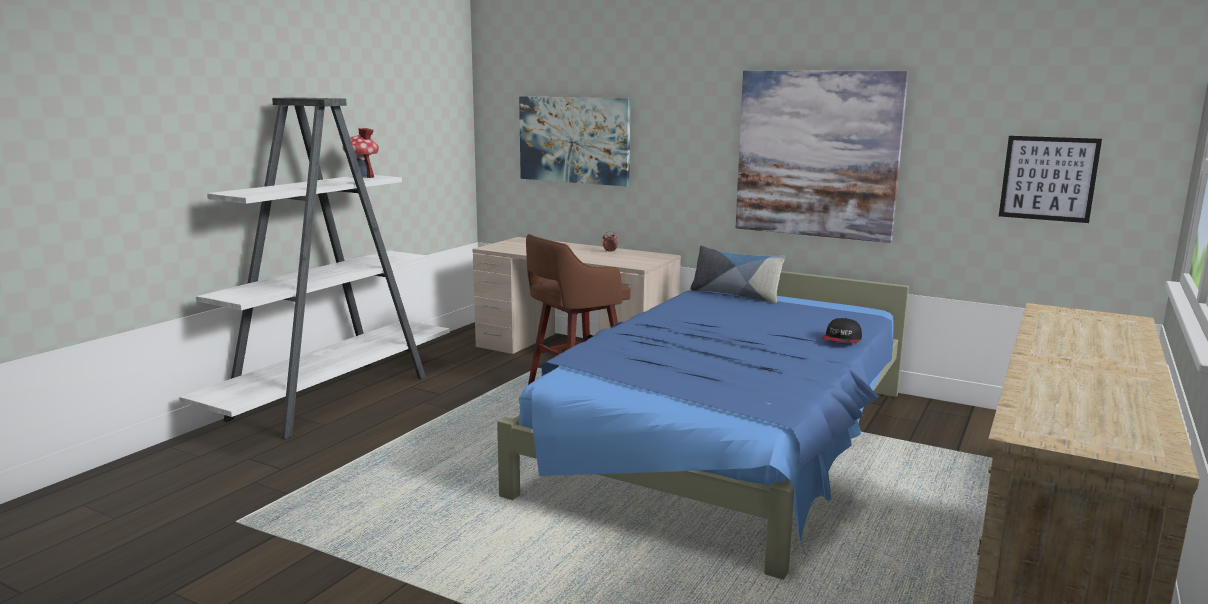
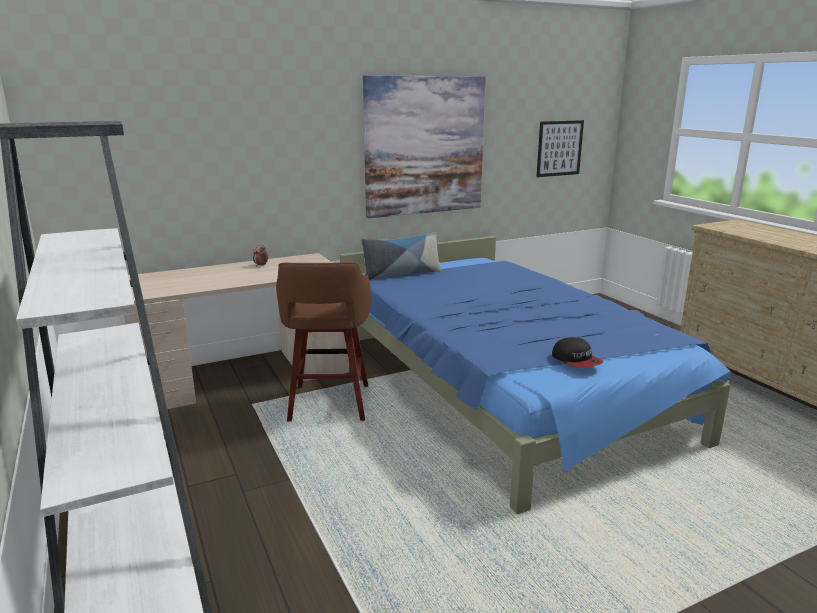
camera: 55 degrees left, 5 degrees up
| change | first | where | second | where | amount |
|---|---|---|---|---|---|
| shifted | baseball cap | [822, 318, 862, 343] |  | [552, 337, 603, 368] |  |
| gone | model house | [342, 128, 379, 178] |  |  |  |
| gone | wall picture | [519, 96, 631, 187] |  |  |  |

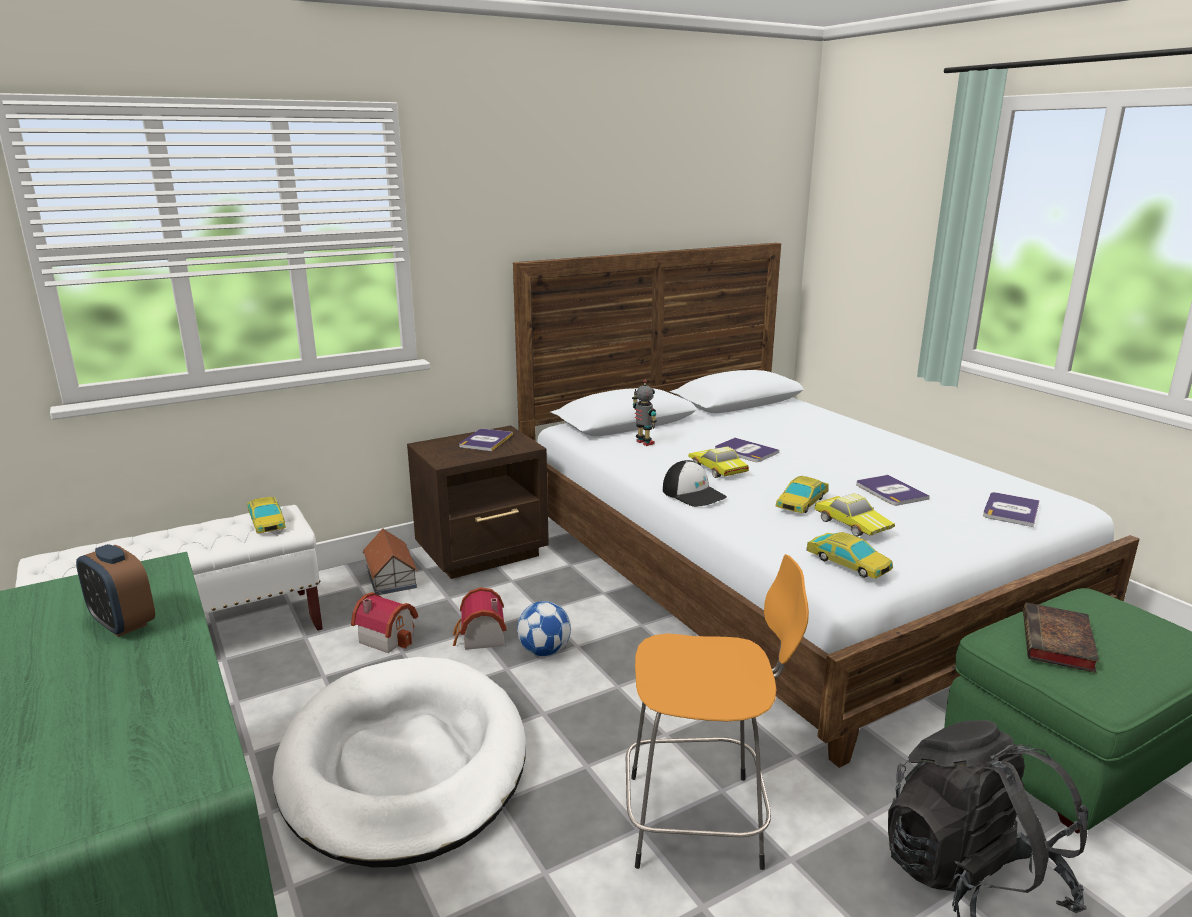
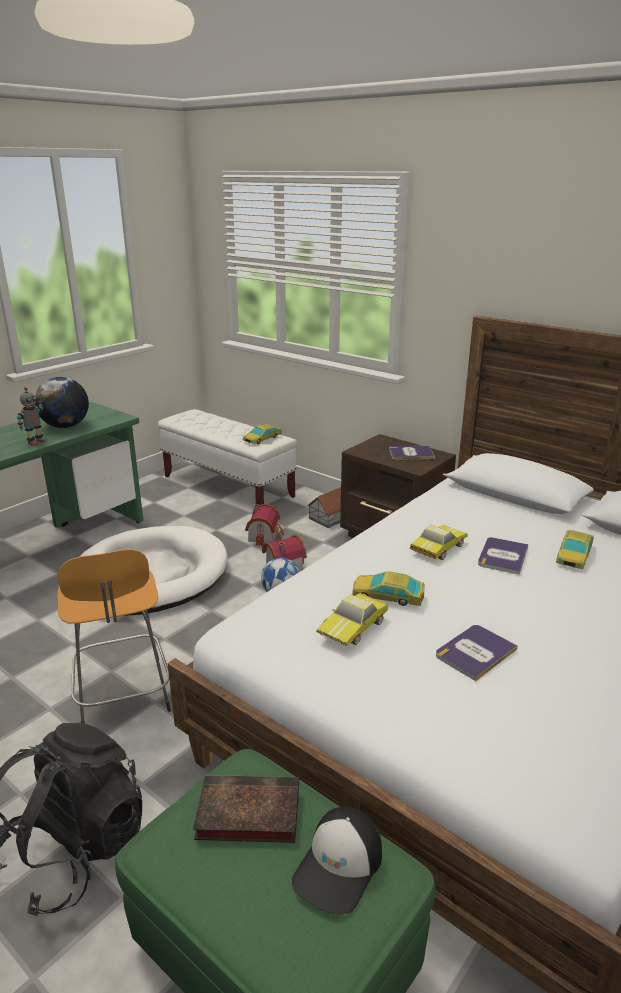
camera: 70 degrees right, 5 degrees up
| change | first | where | second | where | amount |
|---|---|---|---|---|---|
| shifted | model robot | [632, 379, 657, 446] |  | [17, 387, 46, 446] |  |
| swapped | table clock | [76, 544, 155, 637] | globe | [35, 377, 89, 428] |  |
| shifted | baseball cap | [663, 460, 727, 507] |  | [292, 807, 382, 915] |  |
| shifted | toy car | [806, 532, 893, 579] |  | [556, 530, 594, 569] |  |
| gone | bound book | [983, 492, 1040, 527] |  |  |  |

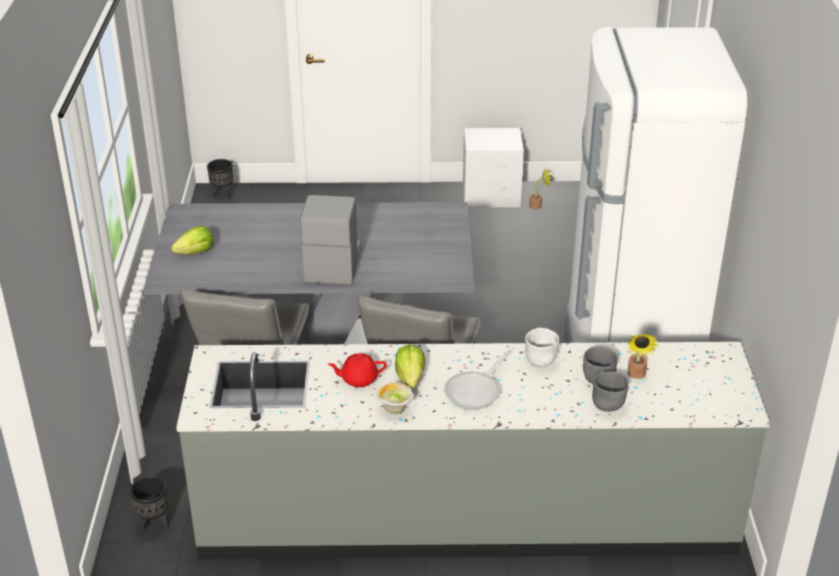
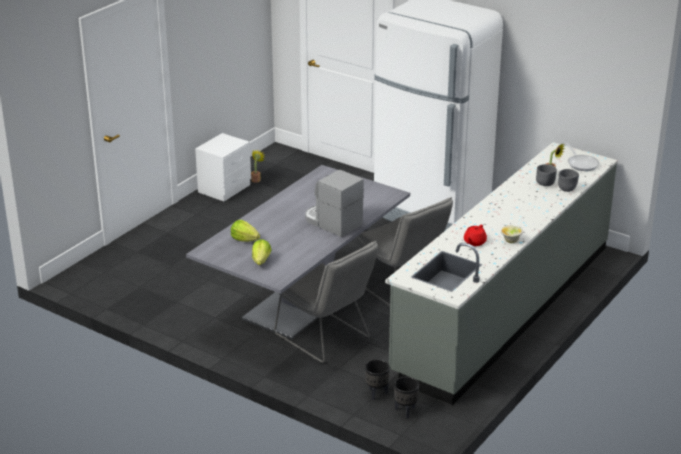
camera: 55 degrees left, 5 degrees down
| change | first | where | second | where | amount |
|---|---|---|---|---|---|
| shifted | head of lettuce | [395, 344, 426, 389] |  | [231, 220, 260, 242] |  |
| shifted | black plant pot | [207, 159, 233, 200] |  | [365, 359, 390, 400] |  |
| shifted | pan | [444, 351, 510, 410] |  | [566, 143, 599, 171] |  |
| gone | white-coloured deep dish | [525, 328, 559, 367] |  |  |  |

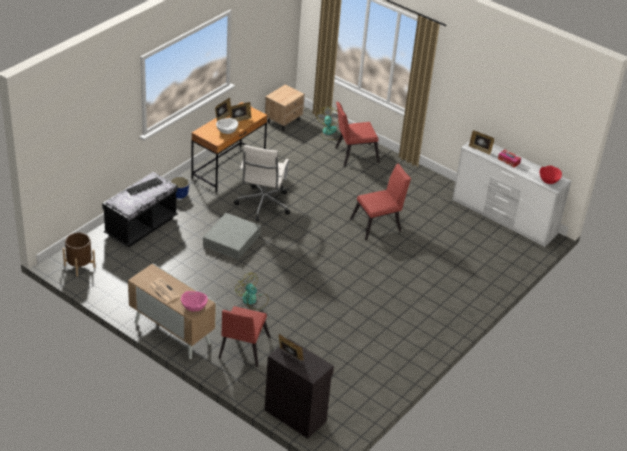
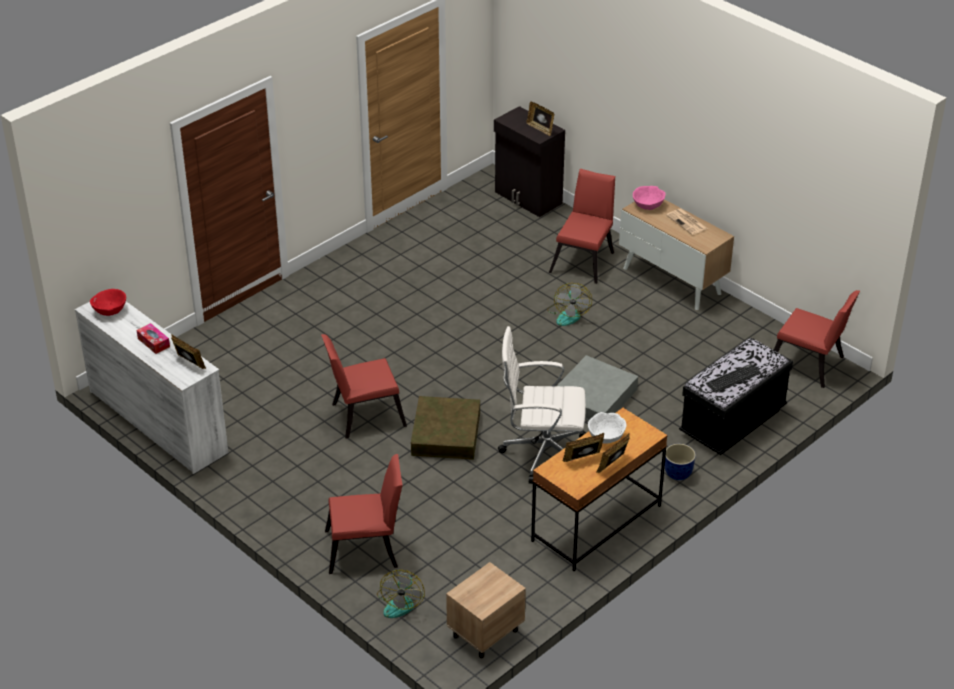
camera: 170 degrees left, 0 degrees up
| change | first | where | second | where | amount |
|---|---|---|---|---|---|
| new |  |  | brownish storage box | [411, 396, 480, 460] |  |
| rotated | white-coloured computer chair | [234, 145, 290, 221] |  | [498, 326, 587, 484] | 105 degrees counterclockwise |
| rotated | fan | [235, 273, 269, 310] |  | [547, 283, 592, 326] | 45 degrees clockwise |
| swapped | brownish plant pot | [62, 233, 95, 277] | reddish upright chair | [774, 290, 860, 388] |  |

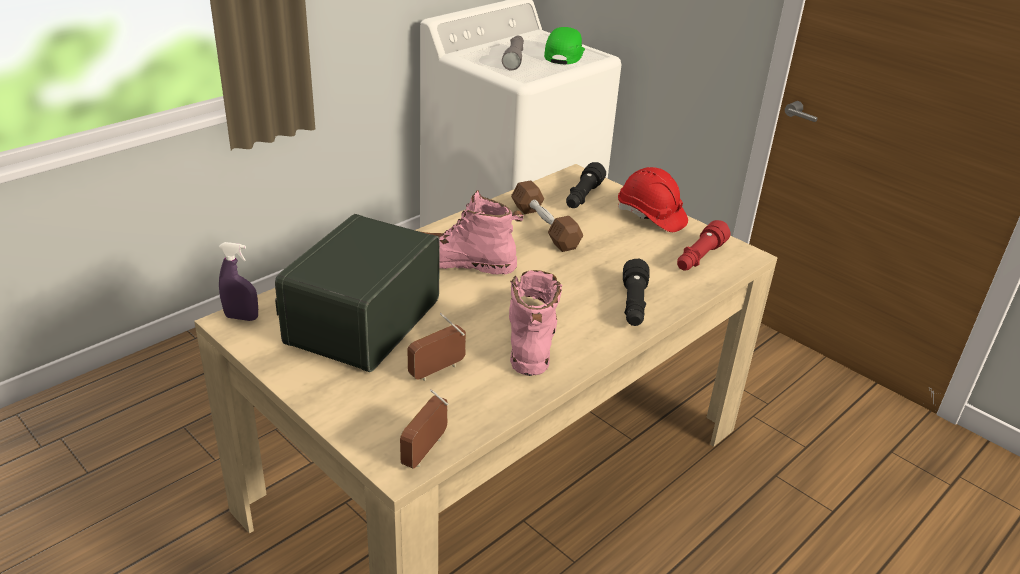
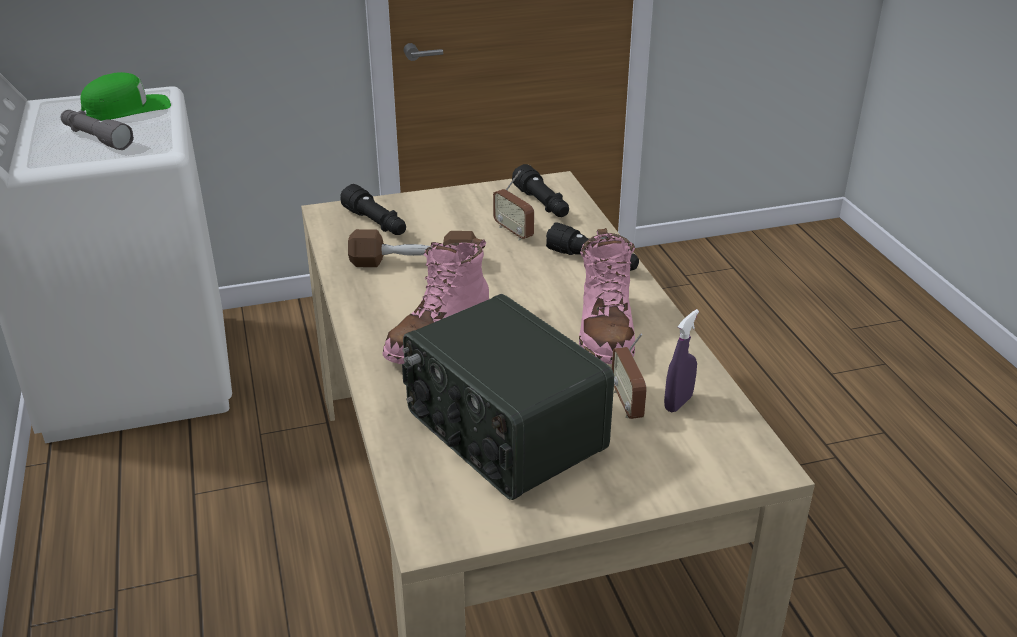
camera: 60 degrees left, 0 degrees up
| change | first | where | second | where | amount |
|---|---|---|---|---|---|
| rotated | greenish baseball cap | [544, 27, 585, 64] |  | [80, 72, 171, 121] | 105 degrees clockwise |
| shifted | radio receiver | [400, 389, 449, 469] |  | [493, 171, 534, 241] |  |
| repainted | reddish flashlight | [677, 220, 731, 270] | black flashlight | [512, 164, 569, 217] |  |
| rotated | pinkish tall boot | [509, 270, 563, 376] |  | [579, 228, 635, 364] | 120 degrees counterclockwise |
| shifted | purplish spray bottle | [219, 242, 258, 321] |  | [664, 309, 699, 412] |  |
| gone | reddish work helmet | [618, 167, 688, 232] |  |  |  |

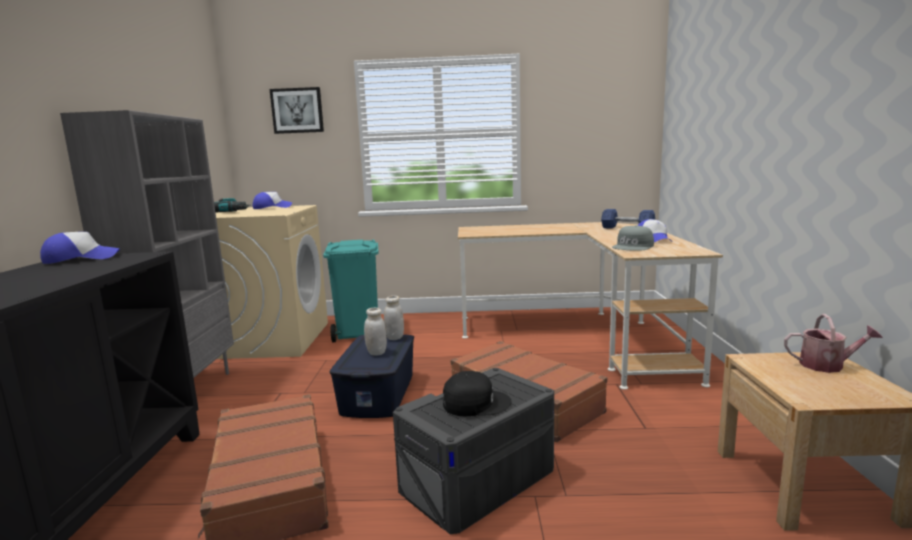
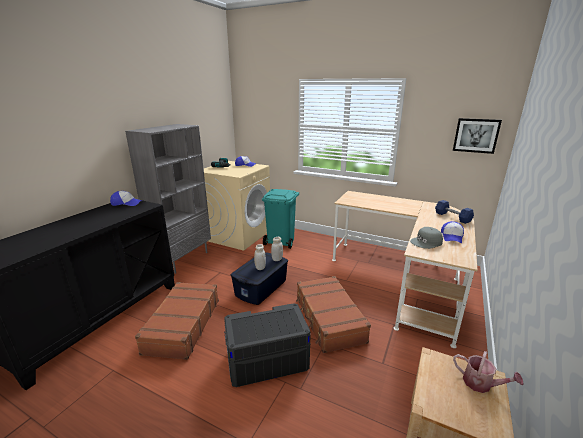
camera: 25 degrees right, 10 degrees up
| change | first | where | second | where | amount |
|---|---|---|---|---|---|
| shifted | wall picture | [270, 87, 324, 134] |  | [453, 118, 502, 154] |  |
| gone | black baseball cap | [443, 371, 512, 417] |  |  |  |

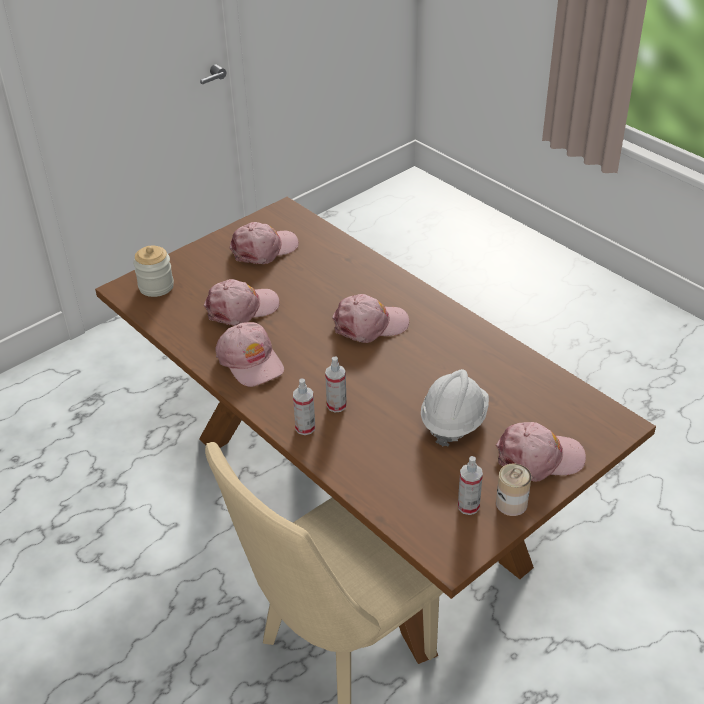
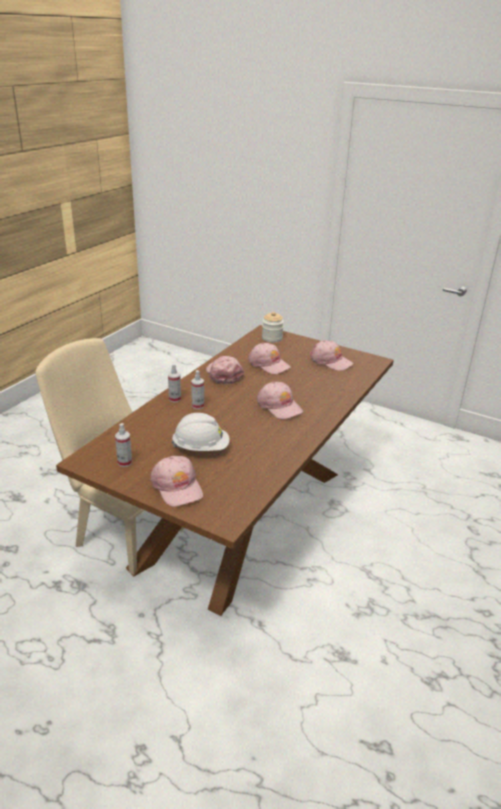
camera: 70 degrees right, 10 degrees down
| change | first | where | second | where | amount |
|---|---|---|---|---|---|
| rotated | pinkish baseball cap | [215, 322, 284, 387] |  | [206, 356, 244, 384] | 120 degrees clockwise |
| gone | can | [496, 463, 531, 516] |  |  |  |

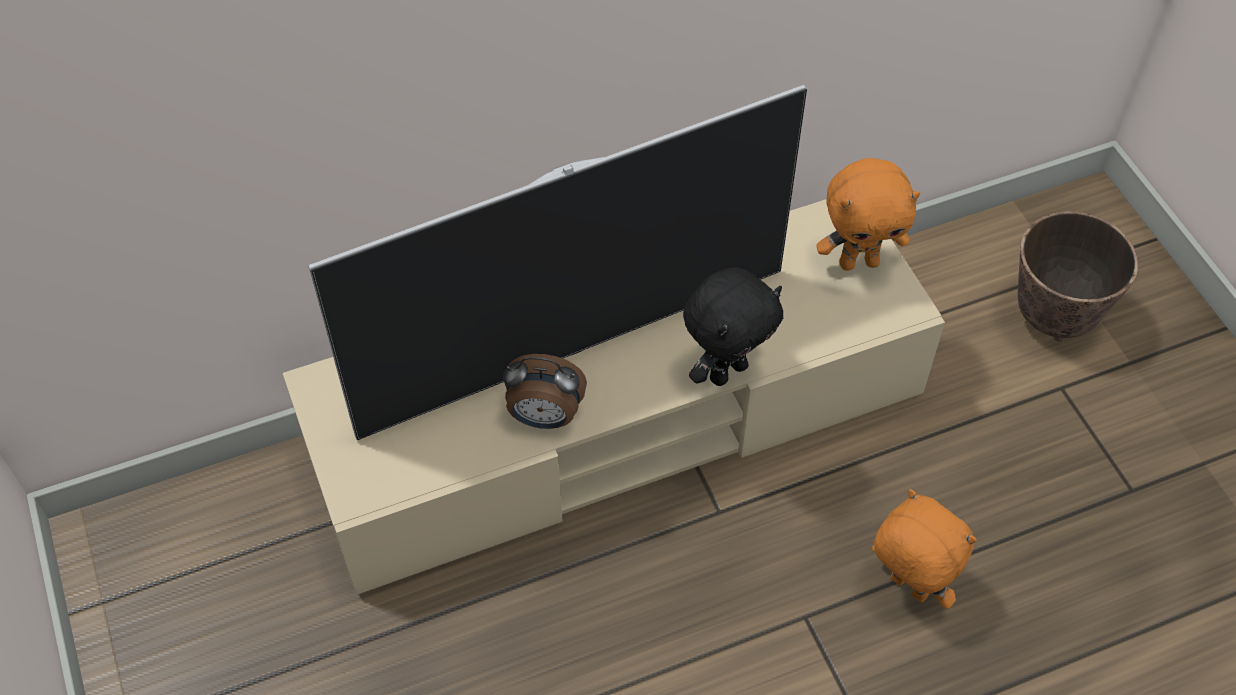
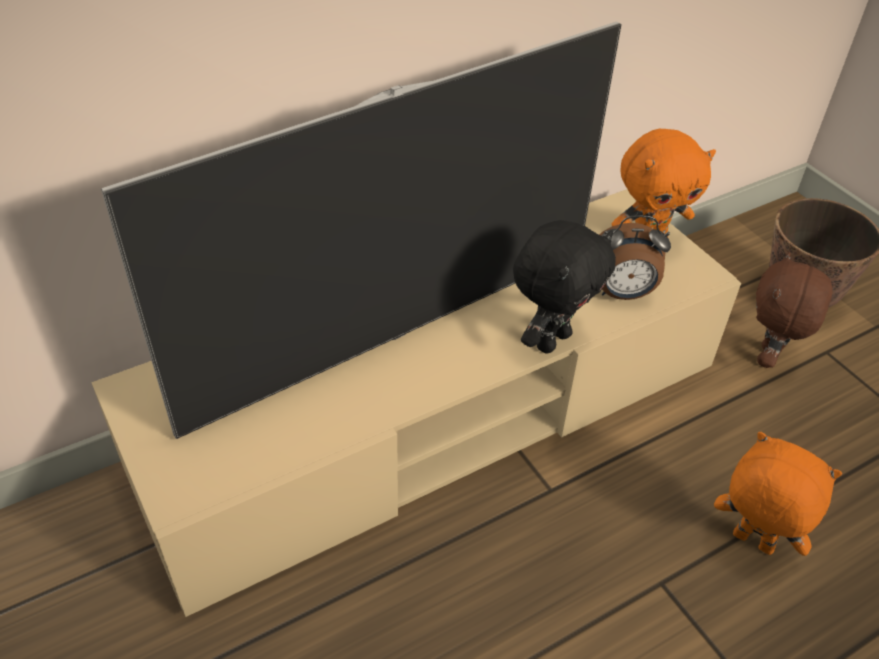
camera: 10 degrees left, 10 degrees down
| change | first | where | second | where | amount |
|---|---|---|---|---|---|
| shifted | table clock | [503, 354, 587, 429] |  | [599, 215, 671, 300] |  |
| new |  |  | brownish soft toy | [756, 252, 832, 368] |  |

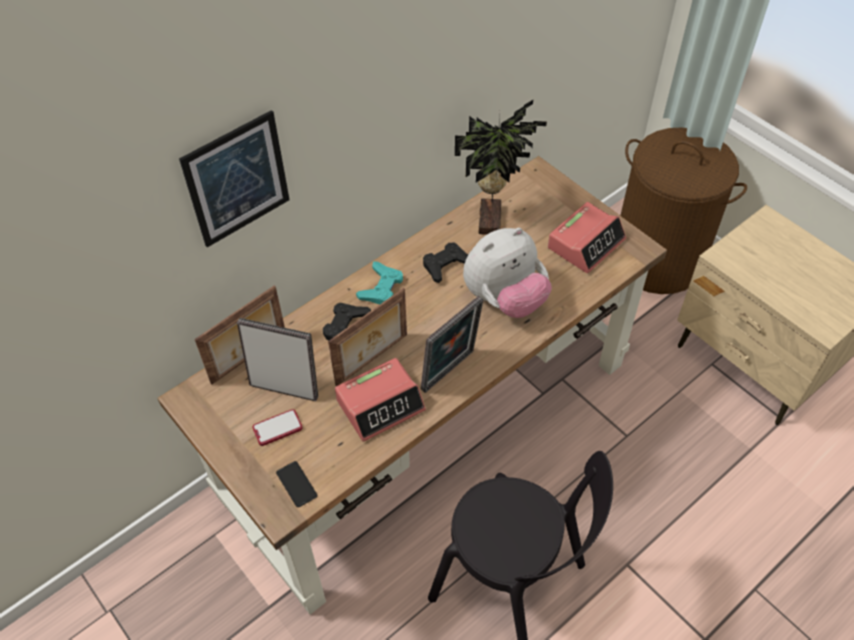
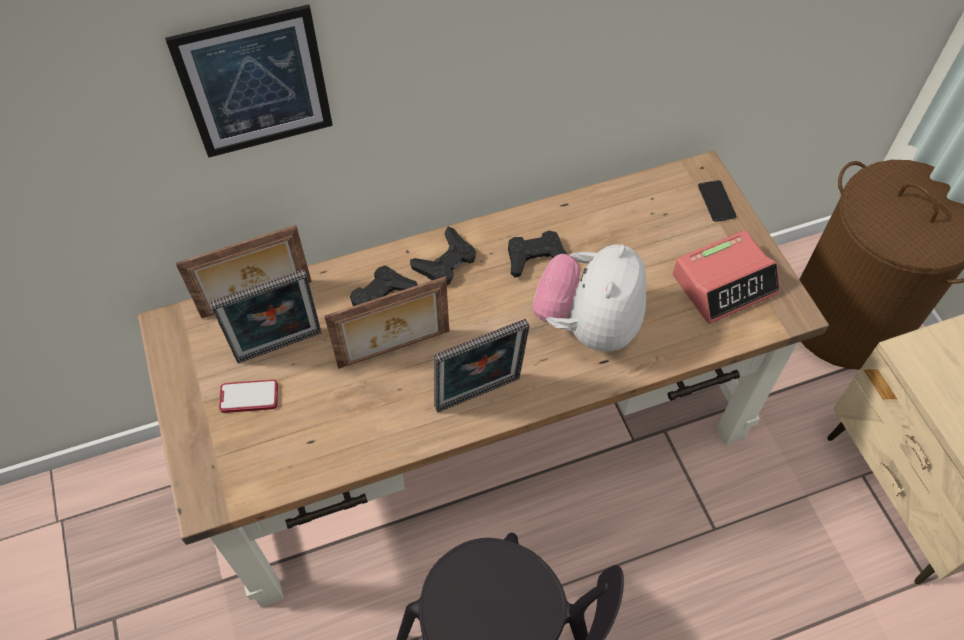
camera: 20 degrees right, 5 degrees up
| change | first | where | second | where | amount |
|---|---|---|---|---|---|
| rotated | standing frame | [237, 318, 318, 401] |  | [210, 269, 322, 363] | 120 degrees clockwise |
| repainted | blue-green joypad | [356, 261, 403, 304] | black joypad | [410, 227, 476, 285] |  |
| rotated | soft toy | [463, 228, 552, 318] |  | [533, 244, 646, 352] | 120 degrees clockwise |
| shifted | phone | [276, 461, 317, 507] |  | [698, 180, 736, 222] |  |
| gone | table clock | [335, 358, 426, 442] |  |  |  |
| gone | houseplant | [455, 100, 547, 235] |  |  |  |

